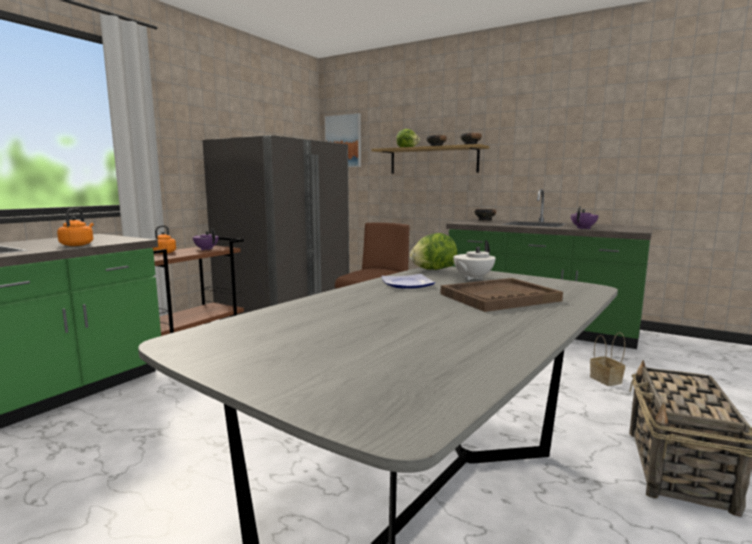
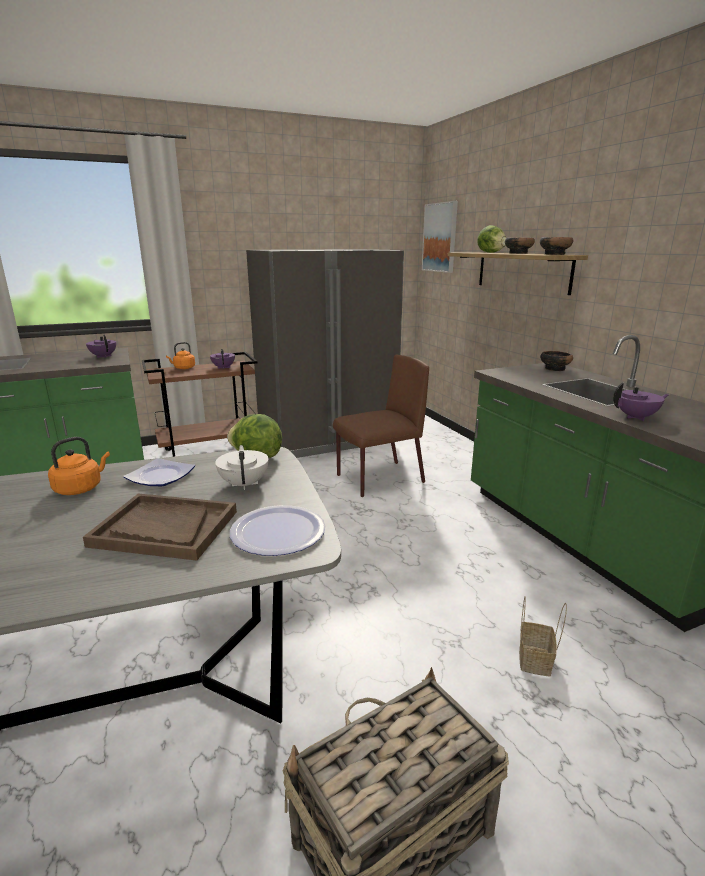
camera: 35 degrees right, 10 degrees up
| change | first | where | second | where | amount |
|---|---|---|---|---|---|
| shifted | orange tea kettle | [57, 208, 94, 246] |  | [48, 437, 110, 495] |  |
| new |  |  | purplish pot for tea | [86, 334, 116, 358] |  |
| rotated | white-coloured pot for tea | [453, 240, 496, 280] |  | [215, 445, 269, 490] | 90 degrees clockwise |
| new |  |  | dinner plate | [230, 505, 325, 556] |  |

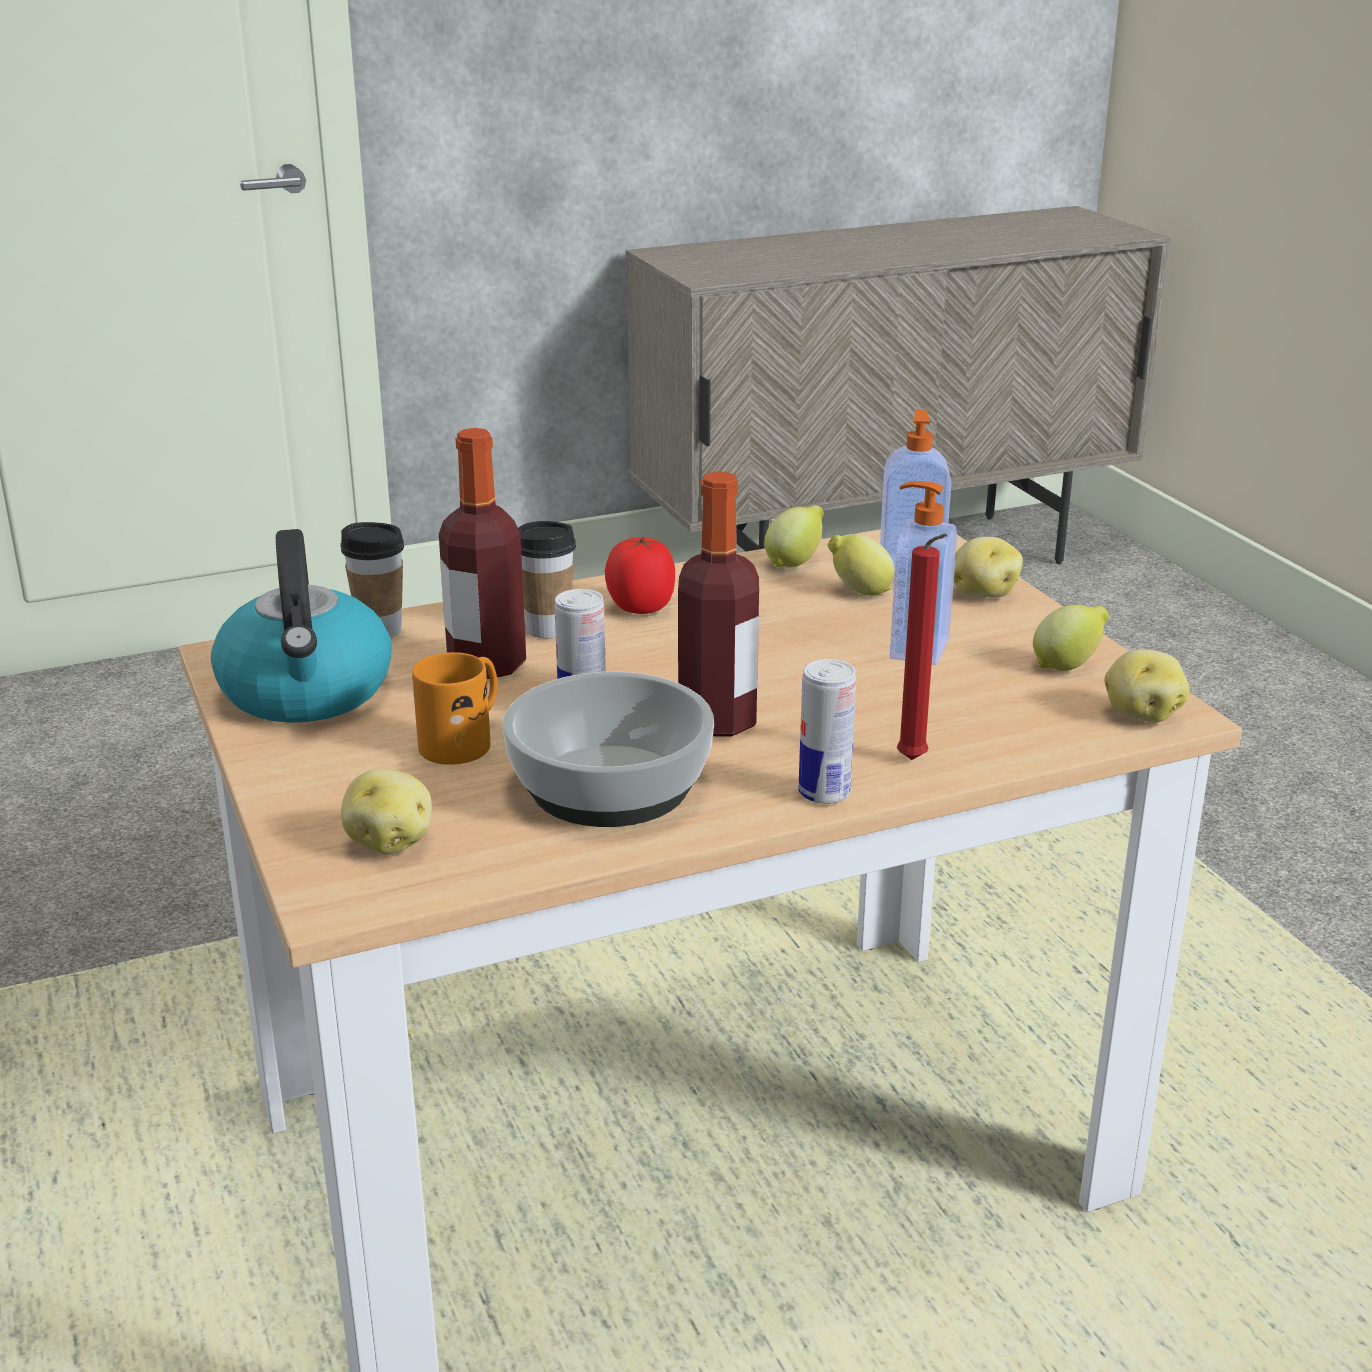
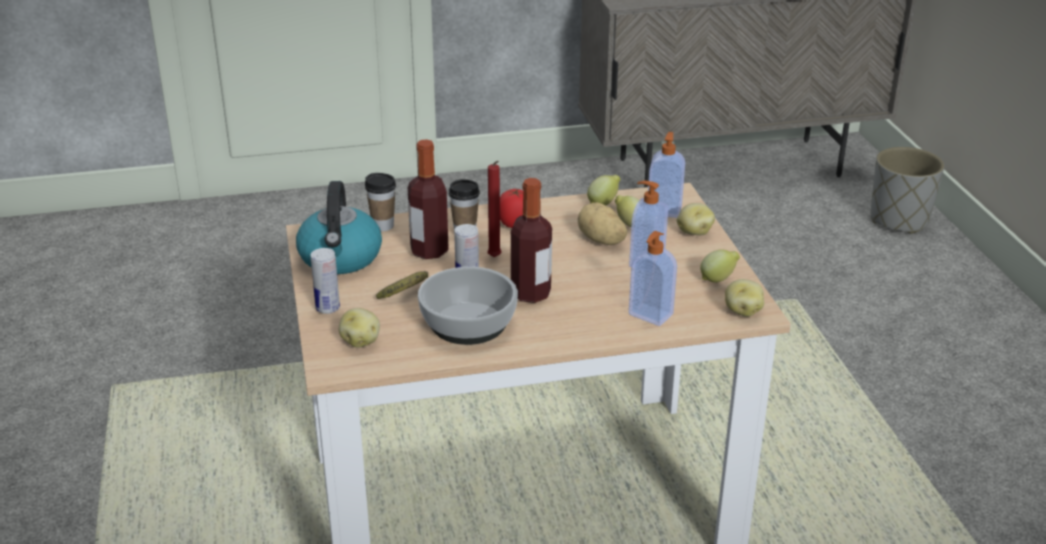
camera: 10 degrees right, 5 degrees up
| change | first | where | second | where | amount |
|---|---|---|---|---|---|
| shifted | can | [798, 659, 856, 804] |  | [310, 248, 340, 314] |  |
| swapped | orange mug | [412, 652, 497, 765] | banana fruit | [376, 271, 429, 299] |  |
| shifted | reddish wax candle | [897, 534, 947, 760] |  | [487, 161, 501, 257] |  |
| new |  |  | whole potato | [577, 202, 627, 245] |  |
| new |  |  | soap bottle | [629, 231, 677, 326] |  |
| new |  |  | grey plant pot | [871, 147, 944, 234] |  |

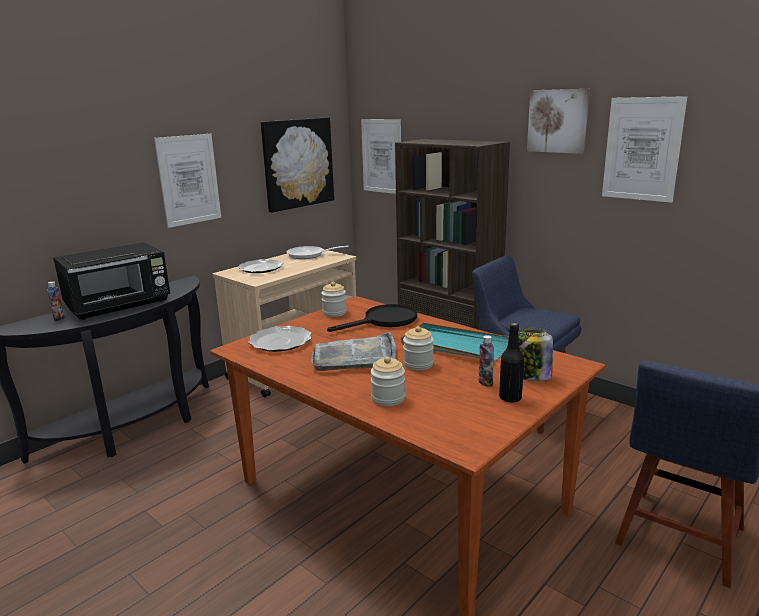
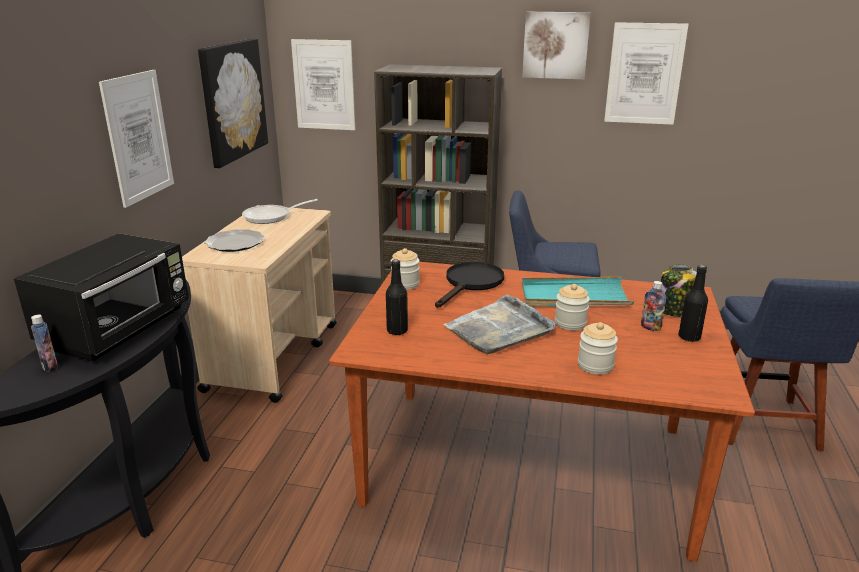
camera: 30 degrees left, 5 degrees up
| change | first | where | second | where | amount |
|---|---|---|---|---|---|
| swapped | dinner plate | [248, 326, 311, 352] | black bottle | [386, 259, 408, 335] |  |

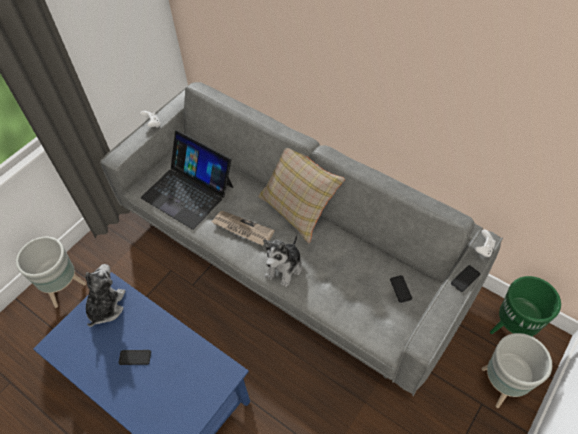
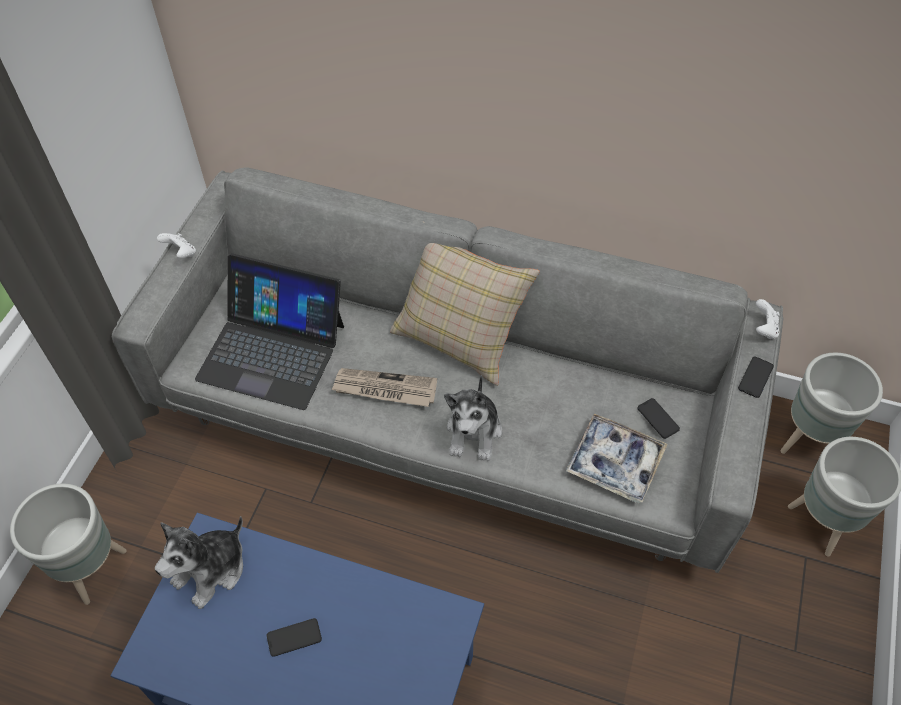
camera: 20 degrees left, 0 degrees up
| change | first | where | second | where | amount |
|---|---|---|---|---|---|
| rotated | soft toy | [85, 264, 125, 327] |  | [155, 516, 243, 609] | 135 degrees counterclockwise |
| new |  |  | tray | [566, 414, 668, 503] |  |
| repainted | greenish plant pot | [490, 276, 561, 337] | grey plant pot | [780, 352, 883, 454] |  |

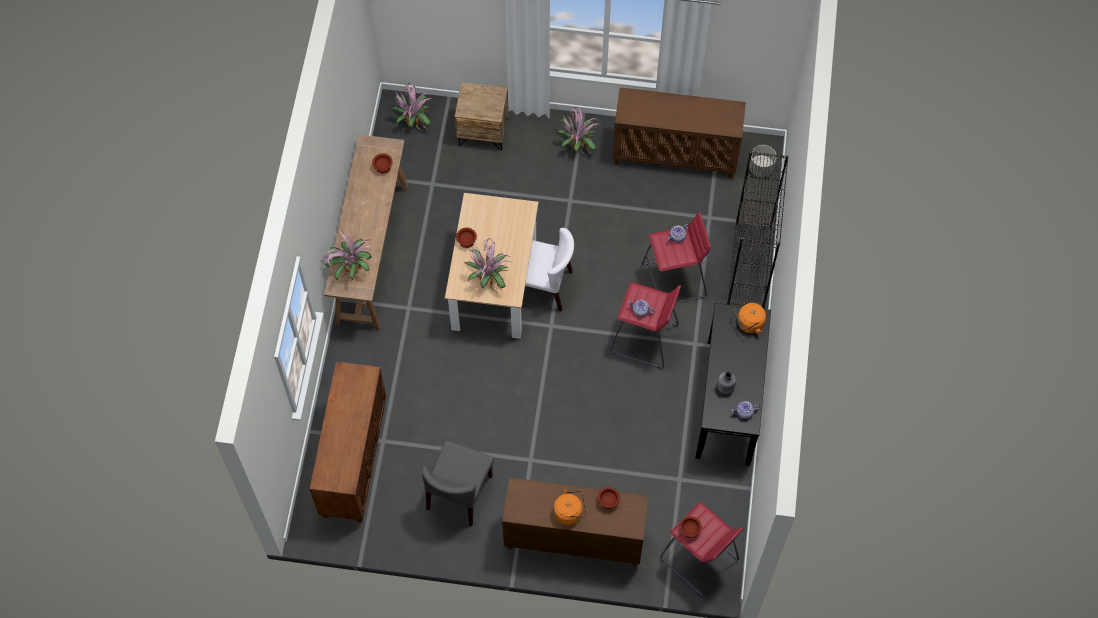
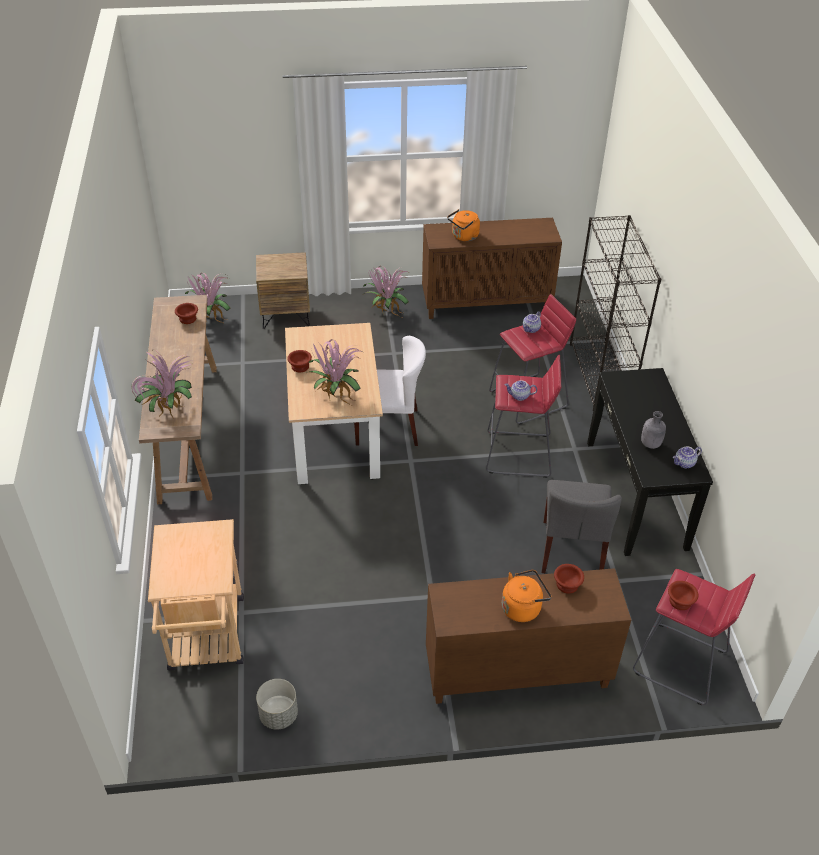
camera: 15 degrees left, 20 degrees down
| change | first | where | second | where | amount |
|---|---|---|---|---|---|
| swapped | brownish cupboard | [309, 361, 387, 523] | beige wheeled cart | [148, 519, 244, 670] |  |
| shifted | grey plant pot | [749, 145, 777, 177] |  | [256, 679, 298, 730] |  |
| shifted | orange tea kettle | [734, 302, 766, 334] |  | [447, 209, 480, 241] |  |
| shifted | grey upright chair | [422, 440, 494, 526] |  | [542, 480, 622, 573] |  |

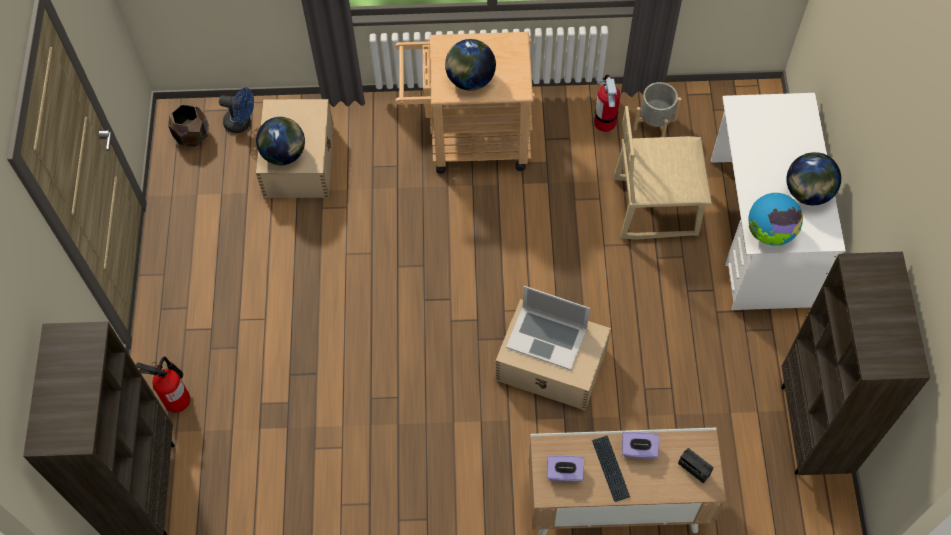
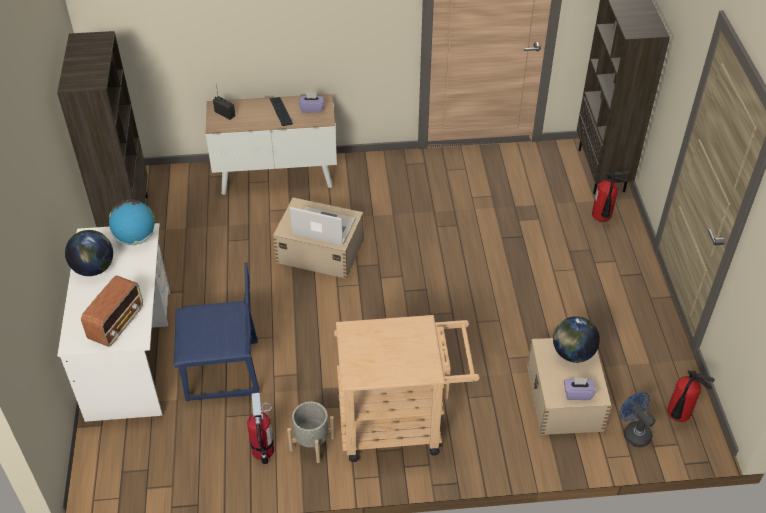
camera: 175 degrees right, 15 degrees down
| change | first | where | second | where | amount |
|---|---|---|---|---|---|
| new |  |  | radio receiver | [81, 276, 143, 347] |  |
| repainted | beige upright chair | [613, 106, 712, 240] | blue upright chair | [174, 263, 260, 401] |  |
| shifted | grey plant pot | [633, 82, 681, 137] |  | [287, 402, 335, 463] |  |
| shifted | purplish tissue holder | [622, 432, 659, 459] |  | [564, 377, 596, 400] |  |
| rotated | blue fan | [219, 87, 254, 133] |  | [619, 392, 656, 447] | 45 degrees clockwise |
| swapped | brownish plant pot | [168, 104, 209, 147] | extinguisher | [667, 370, 715, 422] |  |
| gone | globe | [445, 39, 496, 91] |  |  |  |

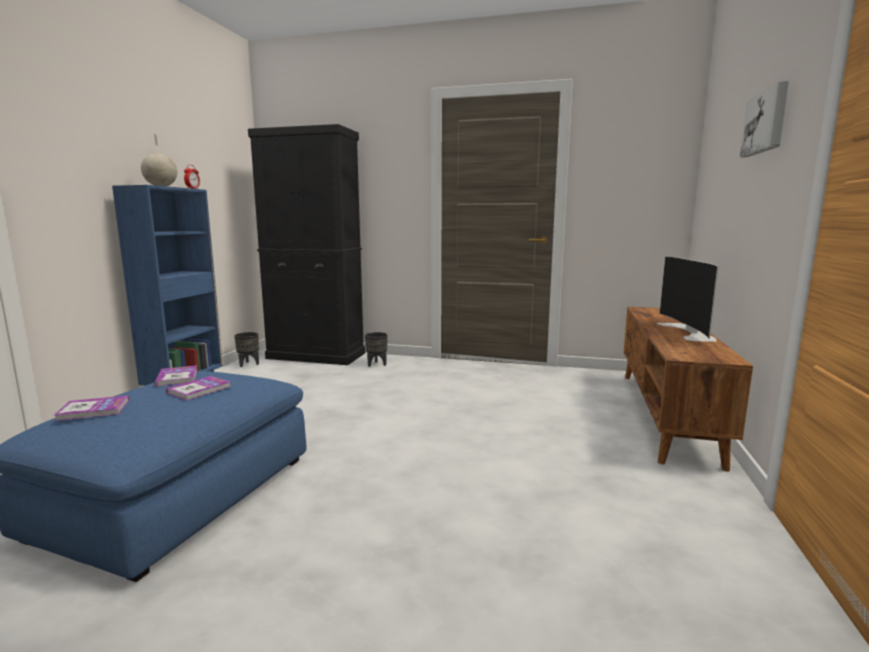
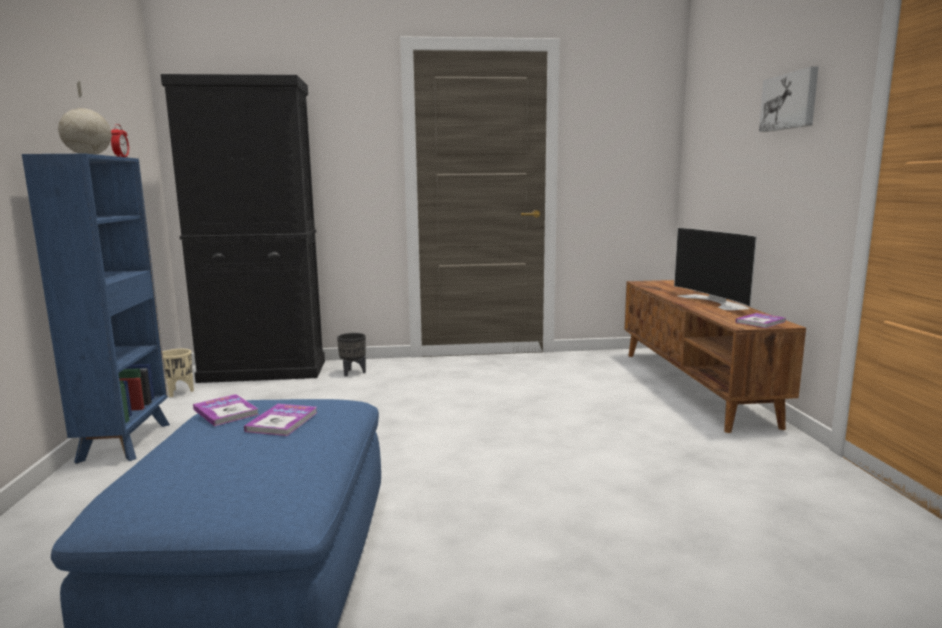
camera: 20 degrees left, 0 degrees up
| change | first | where | second | where | amount |
|---|---|---|---|---|---|
| repainted | black plant pot | [234, 332, 259, 367] | beige plant pot | [162, 349, 194, 397] |  |
| shifted | bound book | [54, 395, 129, 421] |  | [735, 313, 786, 328] |  |

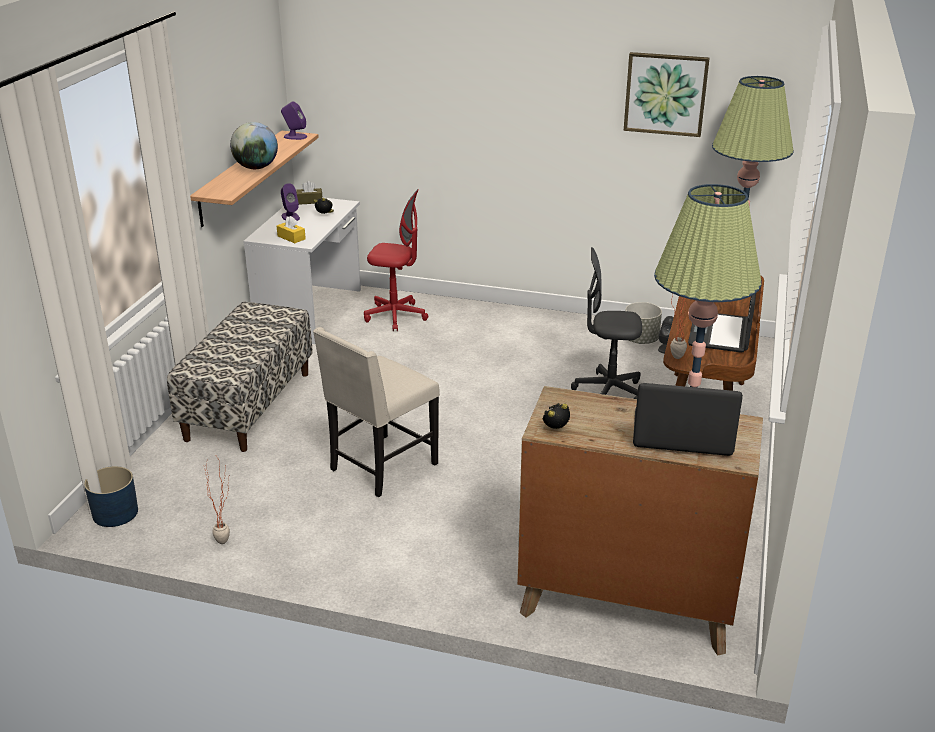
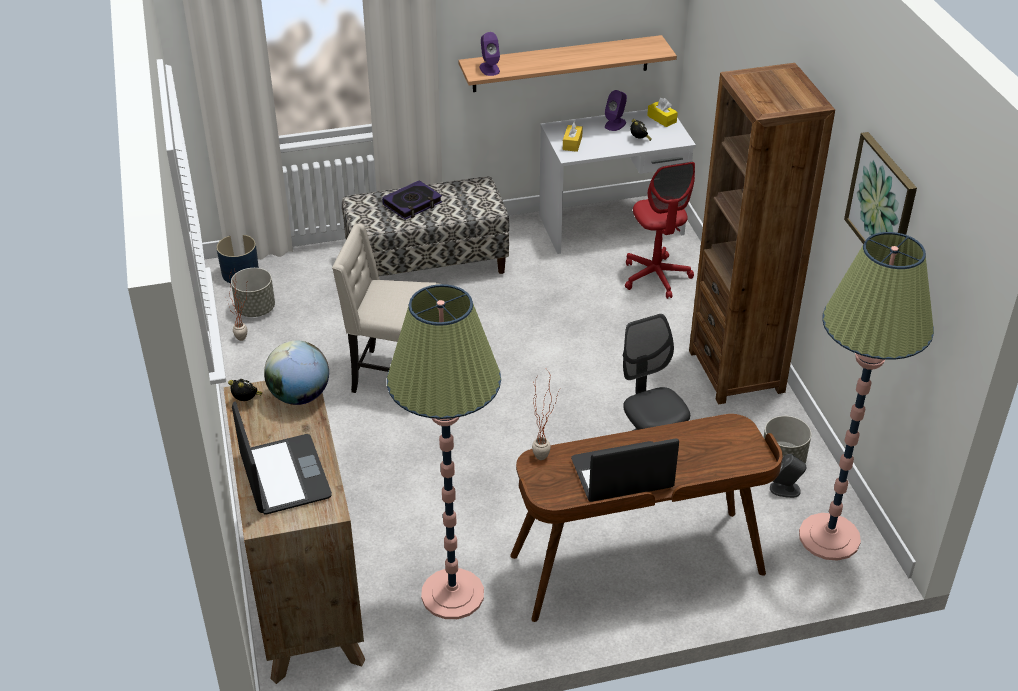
camera: 60 degrees right, 10 degrees up
| change | first | where | second | where | amount |
|---|---|---|---|---|---|
| new |  |  | grey plant pot | [231, 268, 275, 317] |  |
| shifted | globe | [230, 122, 278, 169] |  | [264, 340, 329, 405] |  |
| new |  |  | bound book | [382, 180, 442, 220] |  |
| shifted | purplish loudspeaker | [281, 101, 307, 140] |  | [480, 32, 500, 76] |  |
| repainted | brownish tissue holder | [297, 181, 323, 205] | yellow tissue holder | [647, 98, 678, 127] |  |
| new |  |  | brownish bookshelf | [689, 63, 835, 405] |  |

